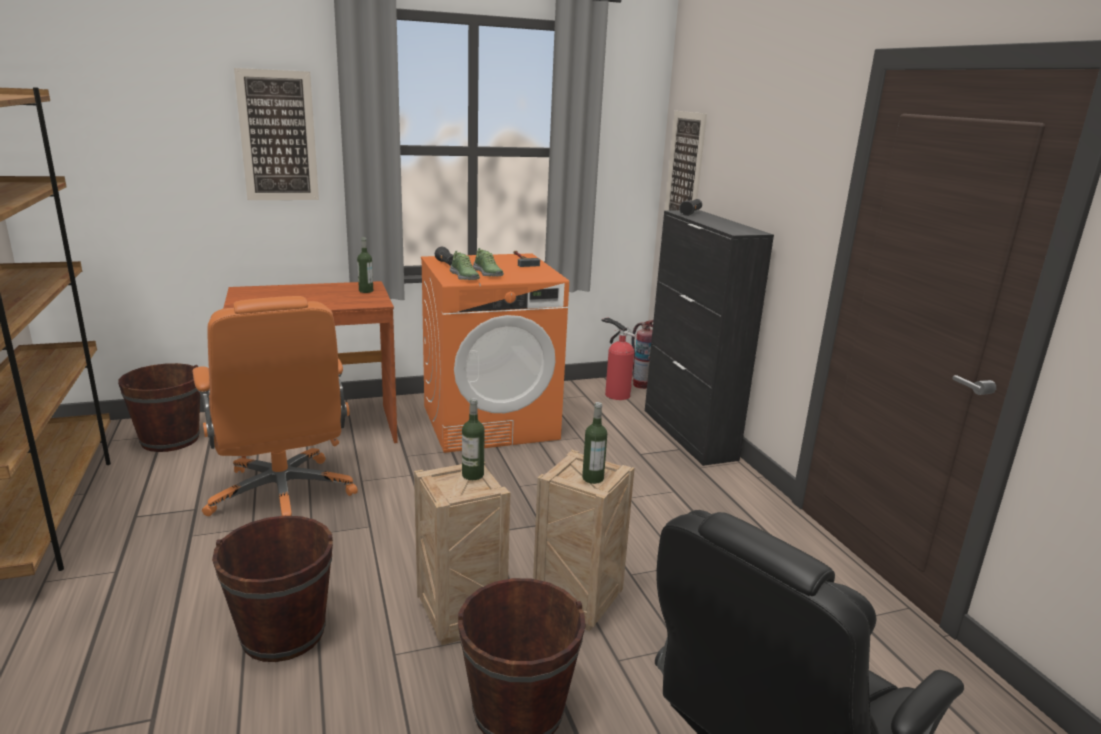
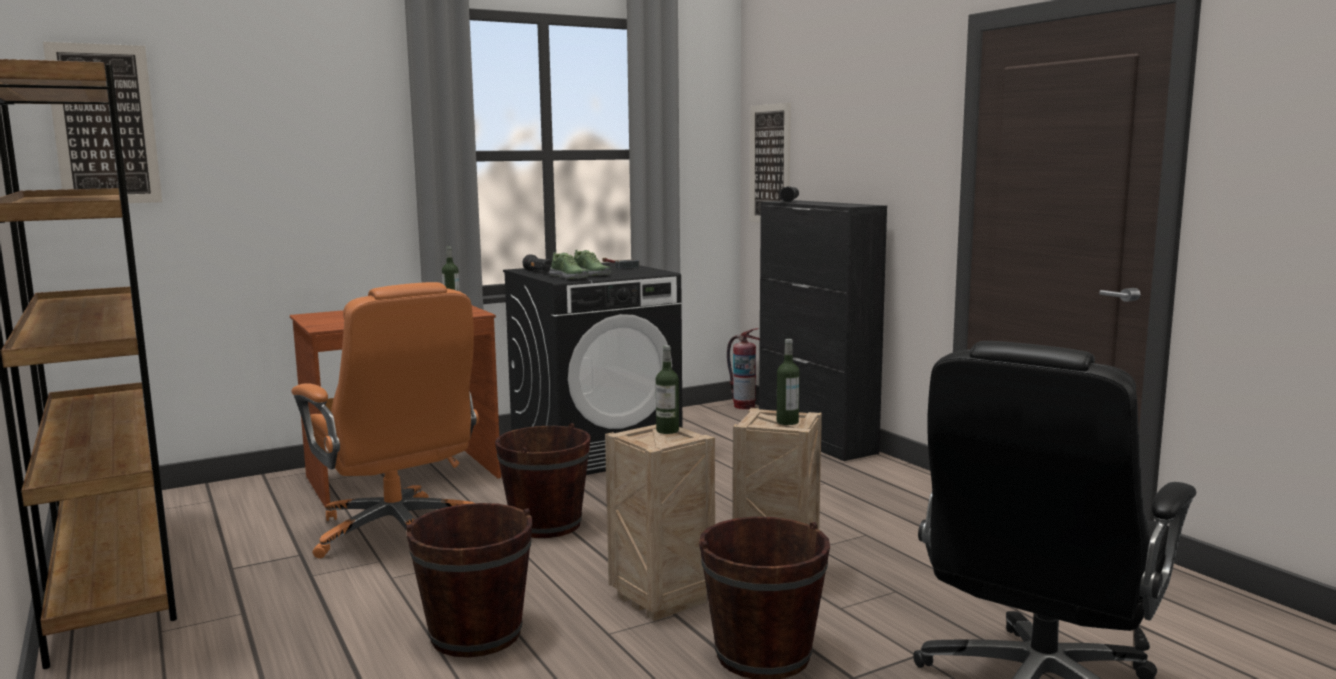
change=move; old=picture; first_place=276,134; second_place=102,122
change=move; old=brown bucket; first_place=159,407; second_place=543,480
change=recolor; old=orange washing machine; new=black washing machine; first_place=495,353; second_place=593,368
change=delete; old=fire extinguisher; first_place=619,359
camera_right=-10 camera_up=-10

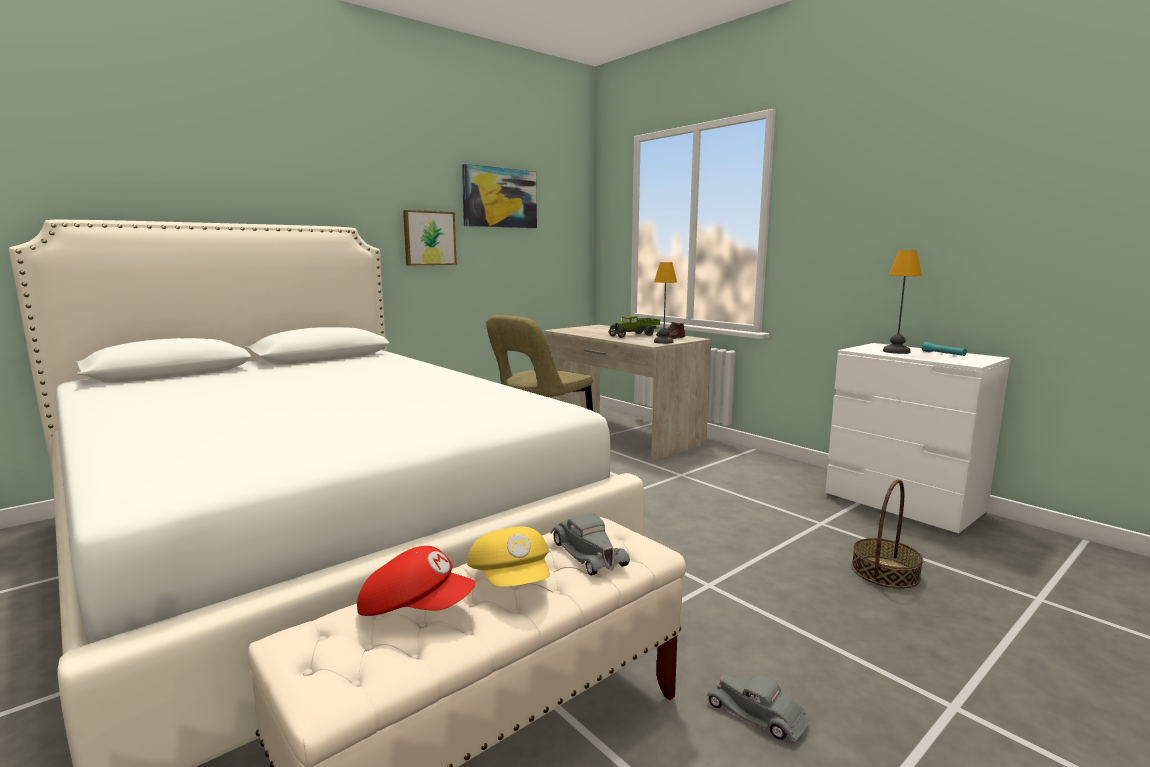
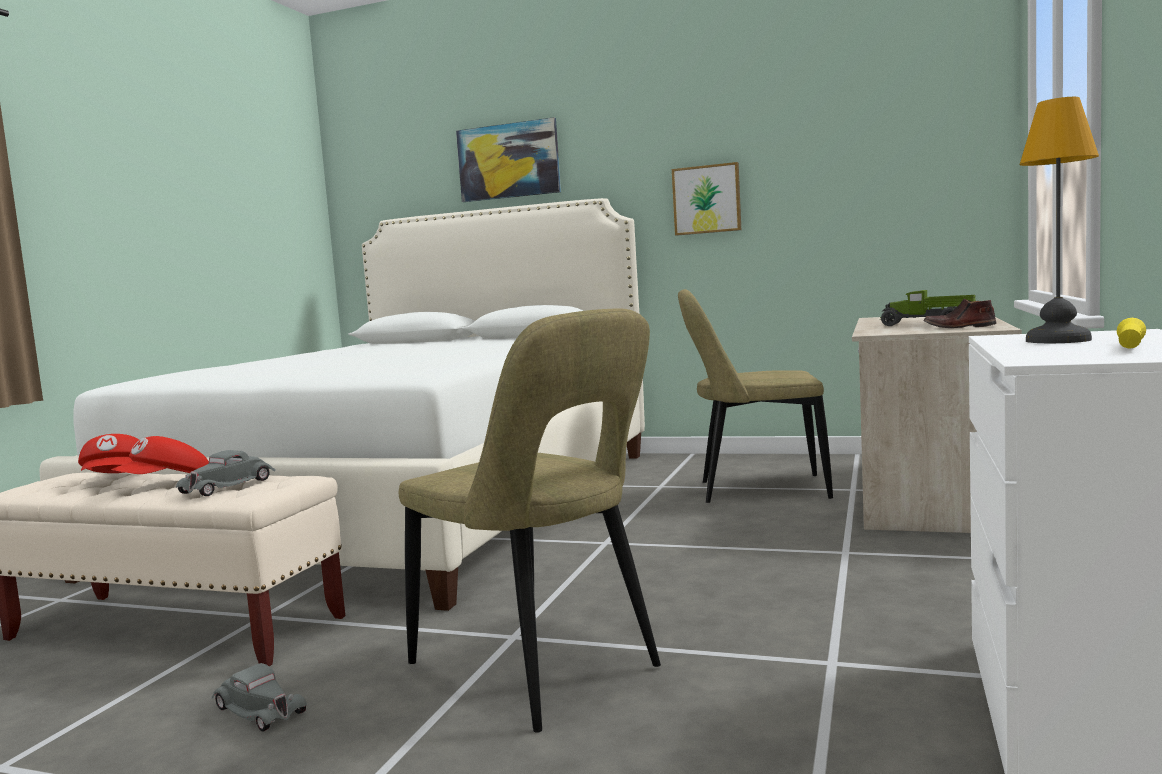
change=recolor; old=yellow cap; new=red cap; first_place=508,556; second_place=160,455
change=rotate; old=grey toy car; first_place=758,707; second_place=259,697; degrees=120
change=insert; new=beige chair; second_place=530,520
change=move; old=picture; first_place=499,196; second_place=508,159
change=recolor; old=turquoise flashlight; new=yellow flashlight; first_place=944,349; second_place=1131,333
change=delete; old=table lamp; first_place=665,303
change=delete; old=basket; first_place=887,534
camera_right=60 camera_up=-5

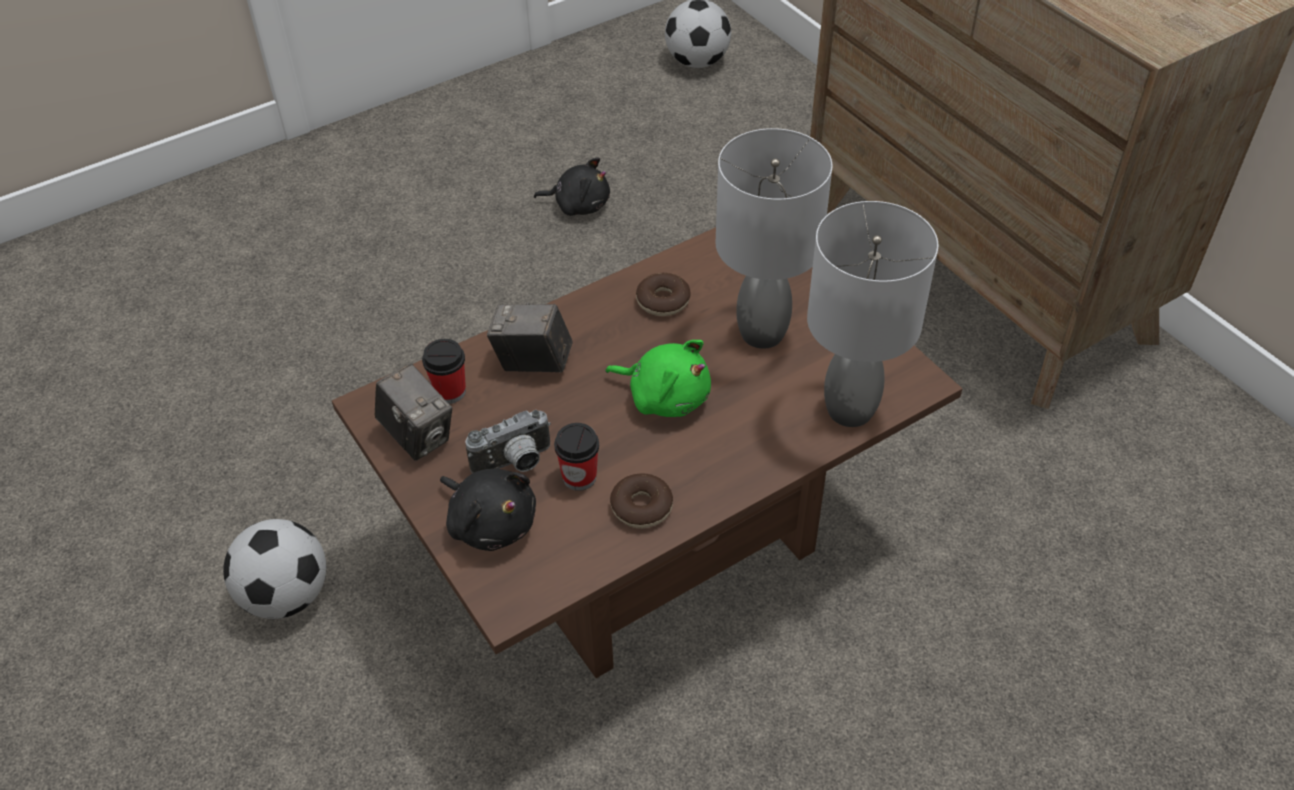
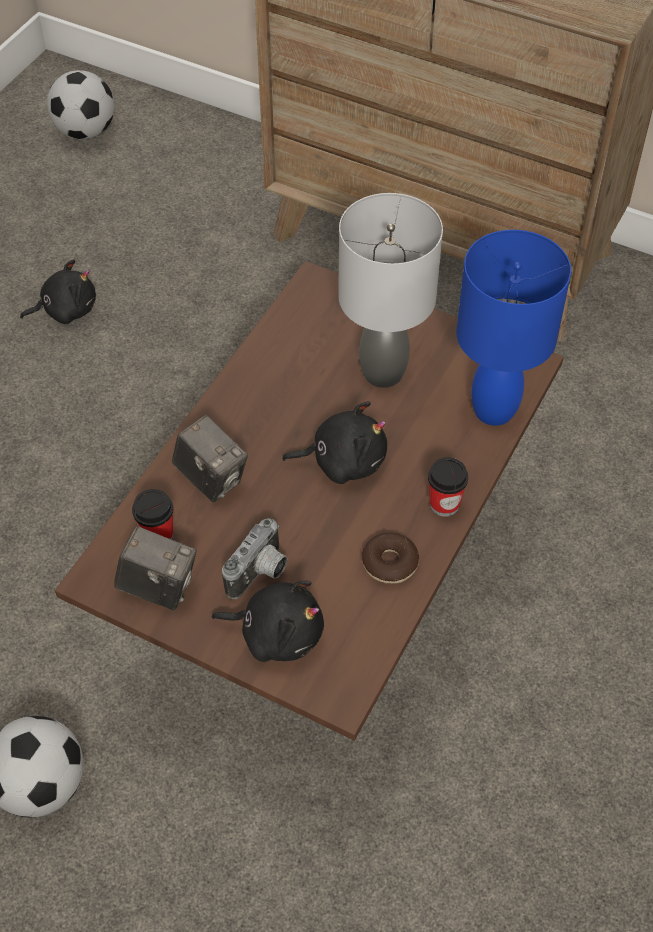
change=rotate; old=photo camera; first_place=530,337; second_place=210,458; degrees=-120
change=recolor; old=green plush toy; new=black plush toy; first_place=658,378; second_place=334,442
change=move; old=cup; first_place=576,457; second_place=448,487
change=recolor; old=grey table lamp; new=blue table lamp; first_place=872,314; second_place=513,328
change=delete; old=donut; first_place=663,294
camera_right=-30 camera_up=5

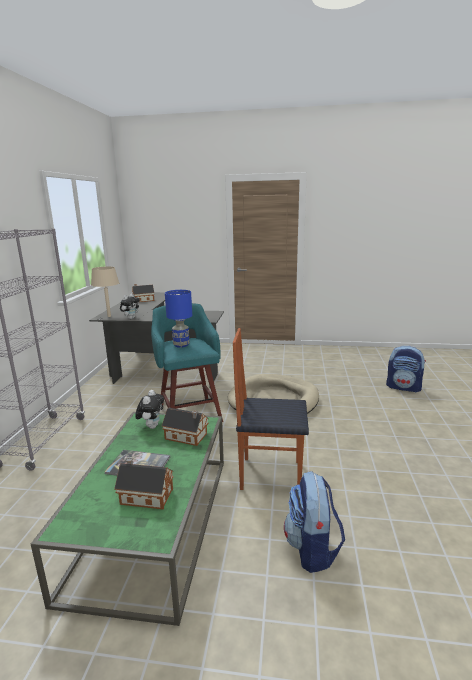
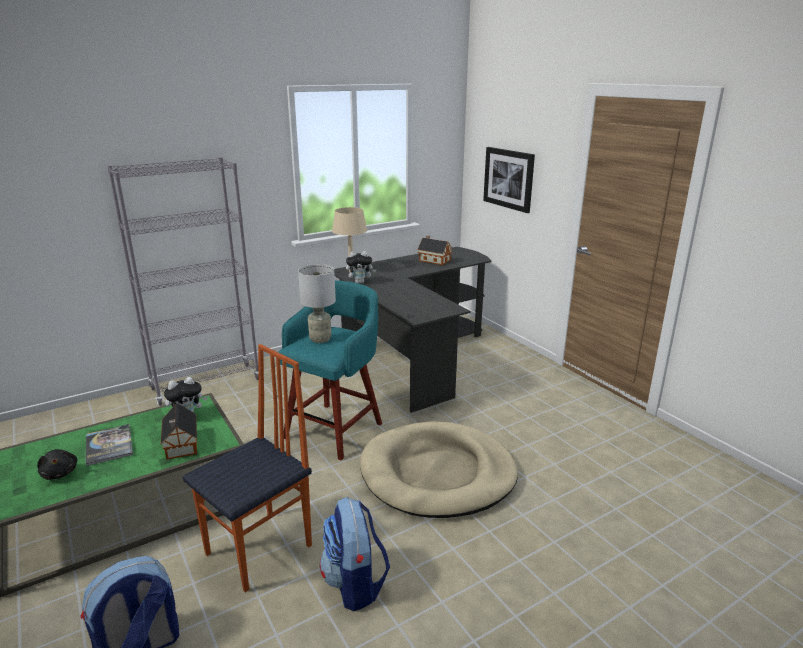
change=replace; old=toy house; new=black plush toy; first_place=144,484; second_place=57,464
change=rotate; old=chair; first_place=271,409; second_place=247,468; degrees=75
change=recolor; old=blue table lamp; new=grey table lamp; first_place=178,319; second_place=317,303
change=move; old=backpack; first_place=406,369; second_place=355,554
change=insert; new=picture; second_place=509,180
camera_right=50 camera_up=5

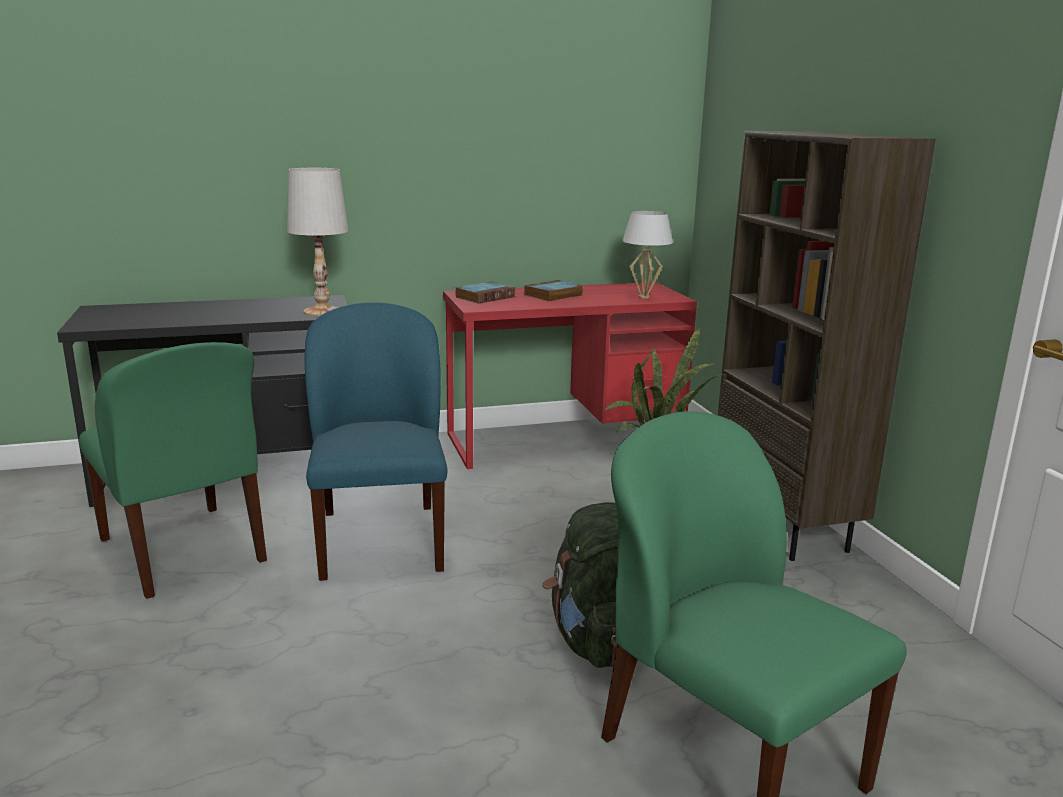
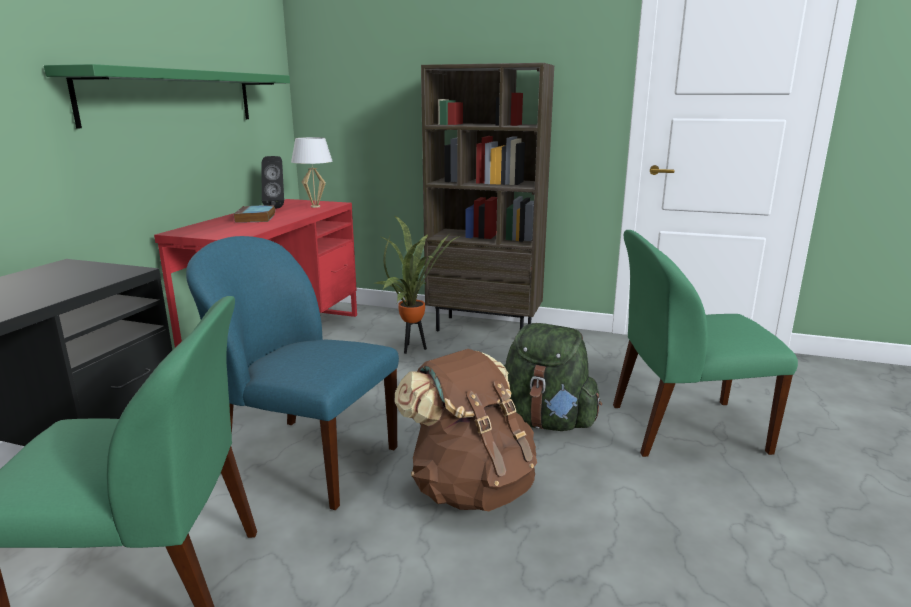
change=insert; new=green shelf; second_place=167,96
change=insert; new=black speaker; second_place=273,182
change=insert; new=brown backpack; second_place=465,430
change=delete; old=white table lamp; first_place=317,242
change=delete; old=book; first_place=485,292
camera_right=-55 camera_up=0

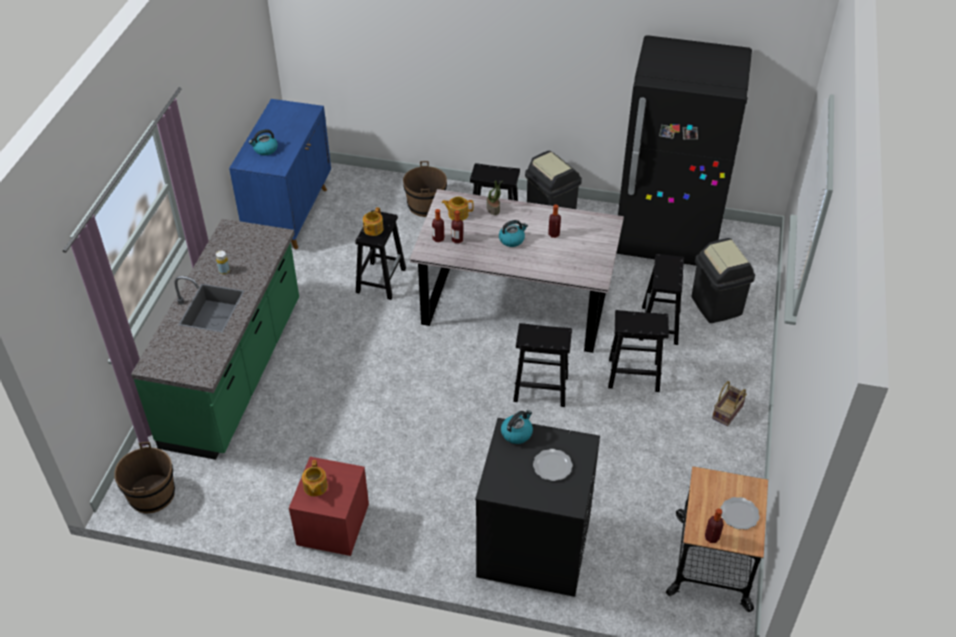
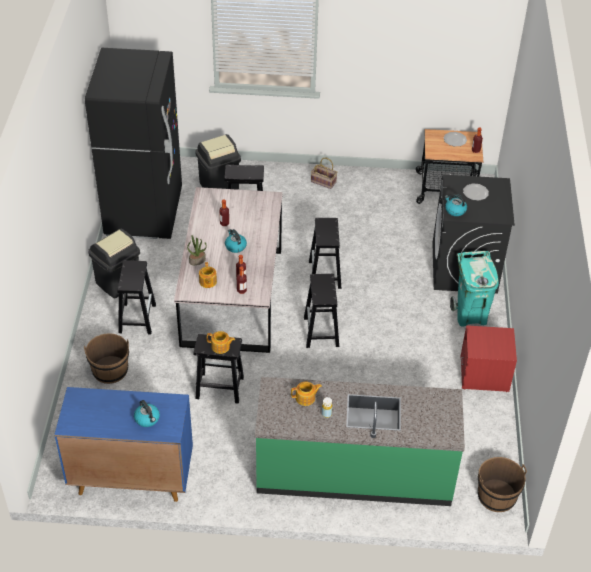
change=move; old=teapot; first_place=315,478; second_place=306,394
change=move; old=black stool; first_place=638,351; second_place=321,311
change=insert; new=turquoise trash can; second_place=474,288
camera_right=-100 camera_up=0

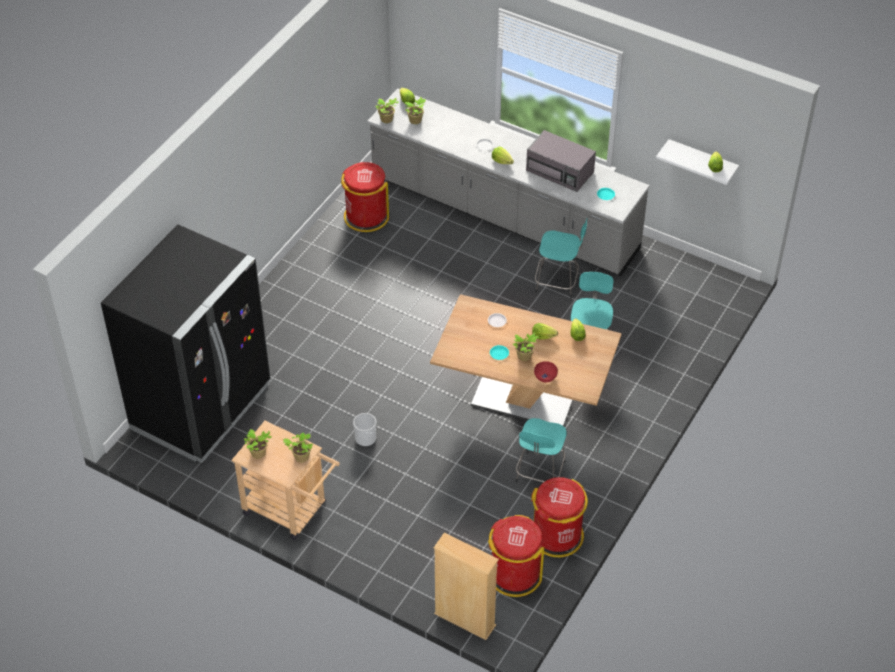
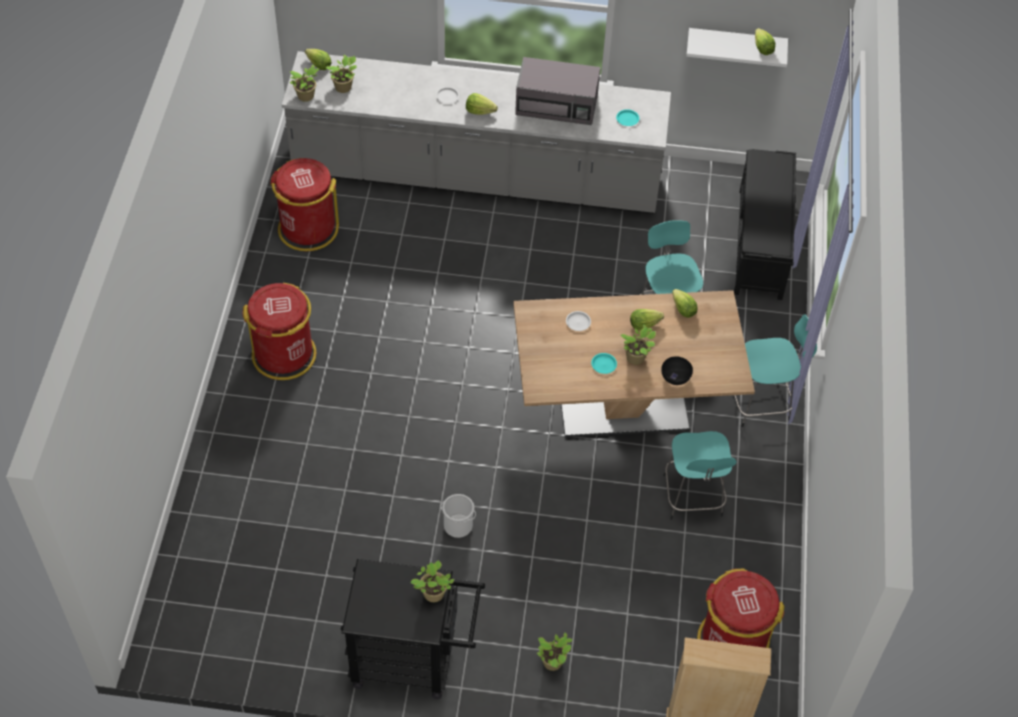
change=move; old=red trash can; first_place=559,517; second_place=279,331
change=recolor; old=beige cart; new=black cart; first_place=285,480; second_place=413,629
change=move; old=potted plant; first_place=258,444; second_place=555,652
change=recolor; old=red bowl; new=black bowl; first_place=546,371; second_place=677,371
change=insert; new=black bench; second_place=765,224
change=move; old=turquoise stool; first_place=561,258; second_place=775,370
change=delete; old=black fridge; first_place=186,344
camera_right=-25 camera_up=5

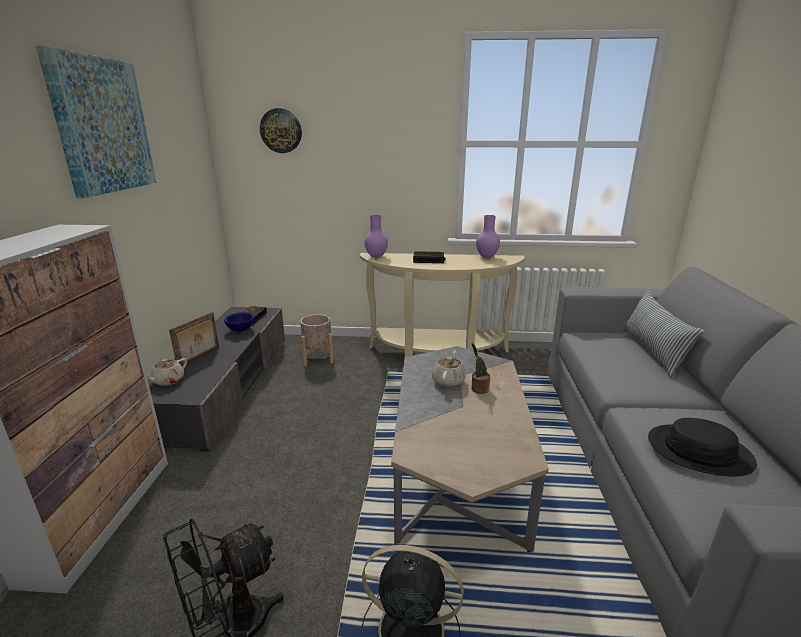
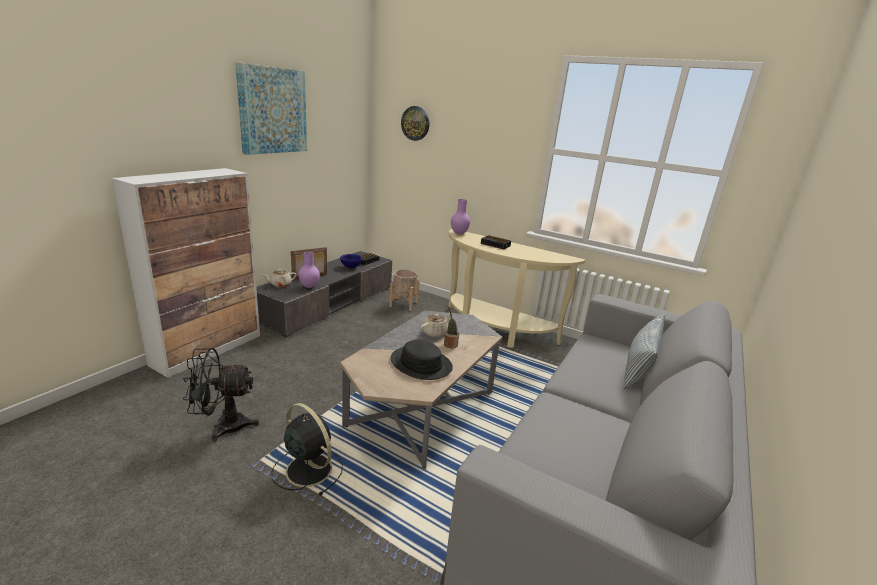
change=move; old=purple vase; first_place=488,236; second_place=309,270
change=move; old=black hat; first_place=702,447; second_place=421,360
camera_right=25 camera_up=0

